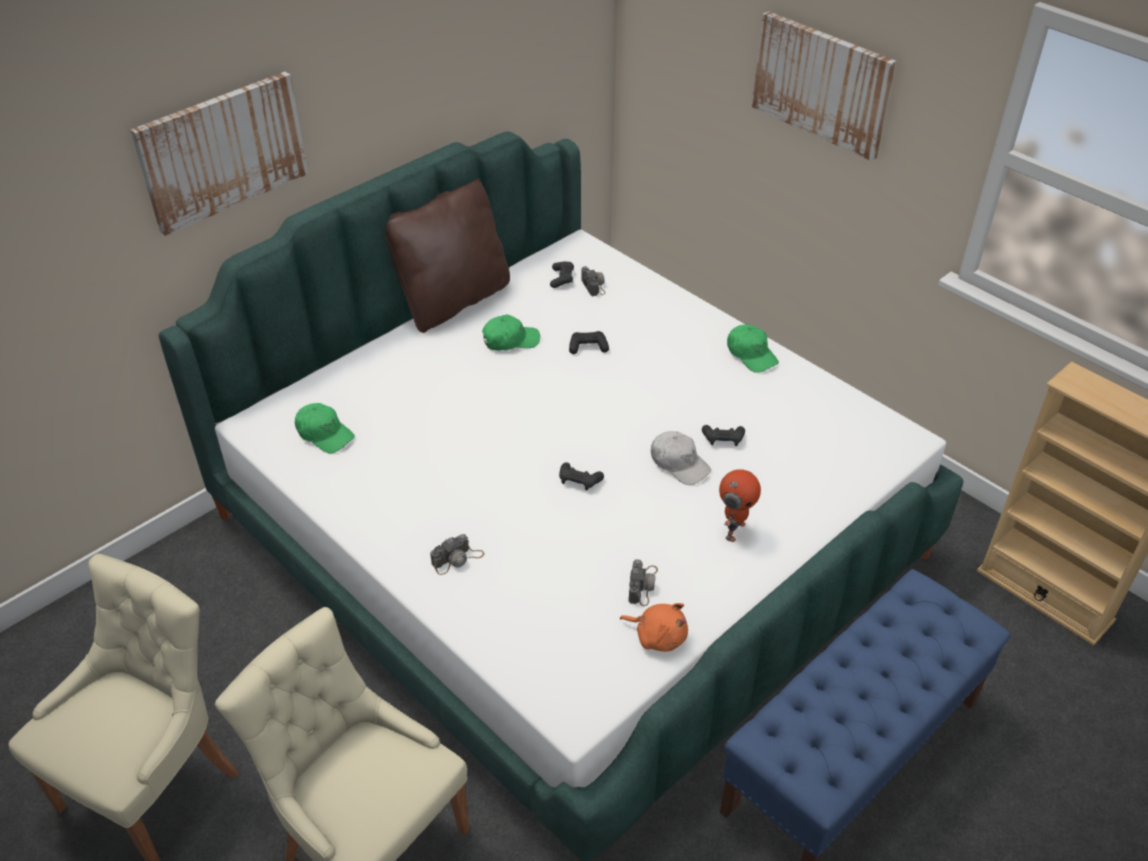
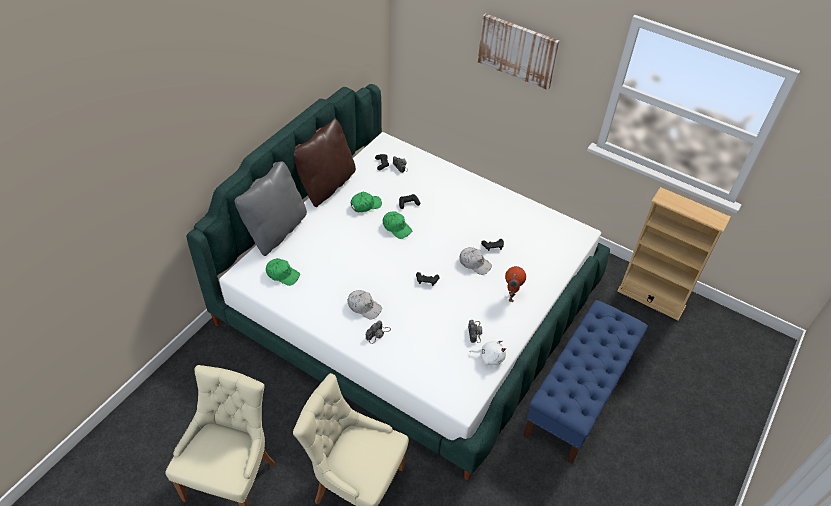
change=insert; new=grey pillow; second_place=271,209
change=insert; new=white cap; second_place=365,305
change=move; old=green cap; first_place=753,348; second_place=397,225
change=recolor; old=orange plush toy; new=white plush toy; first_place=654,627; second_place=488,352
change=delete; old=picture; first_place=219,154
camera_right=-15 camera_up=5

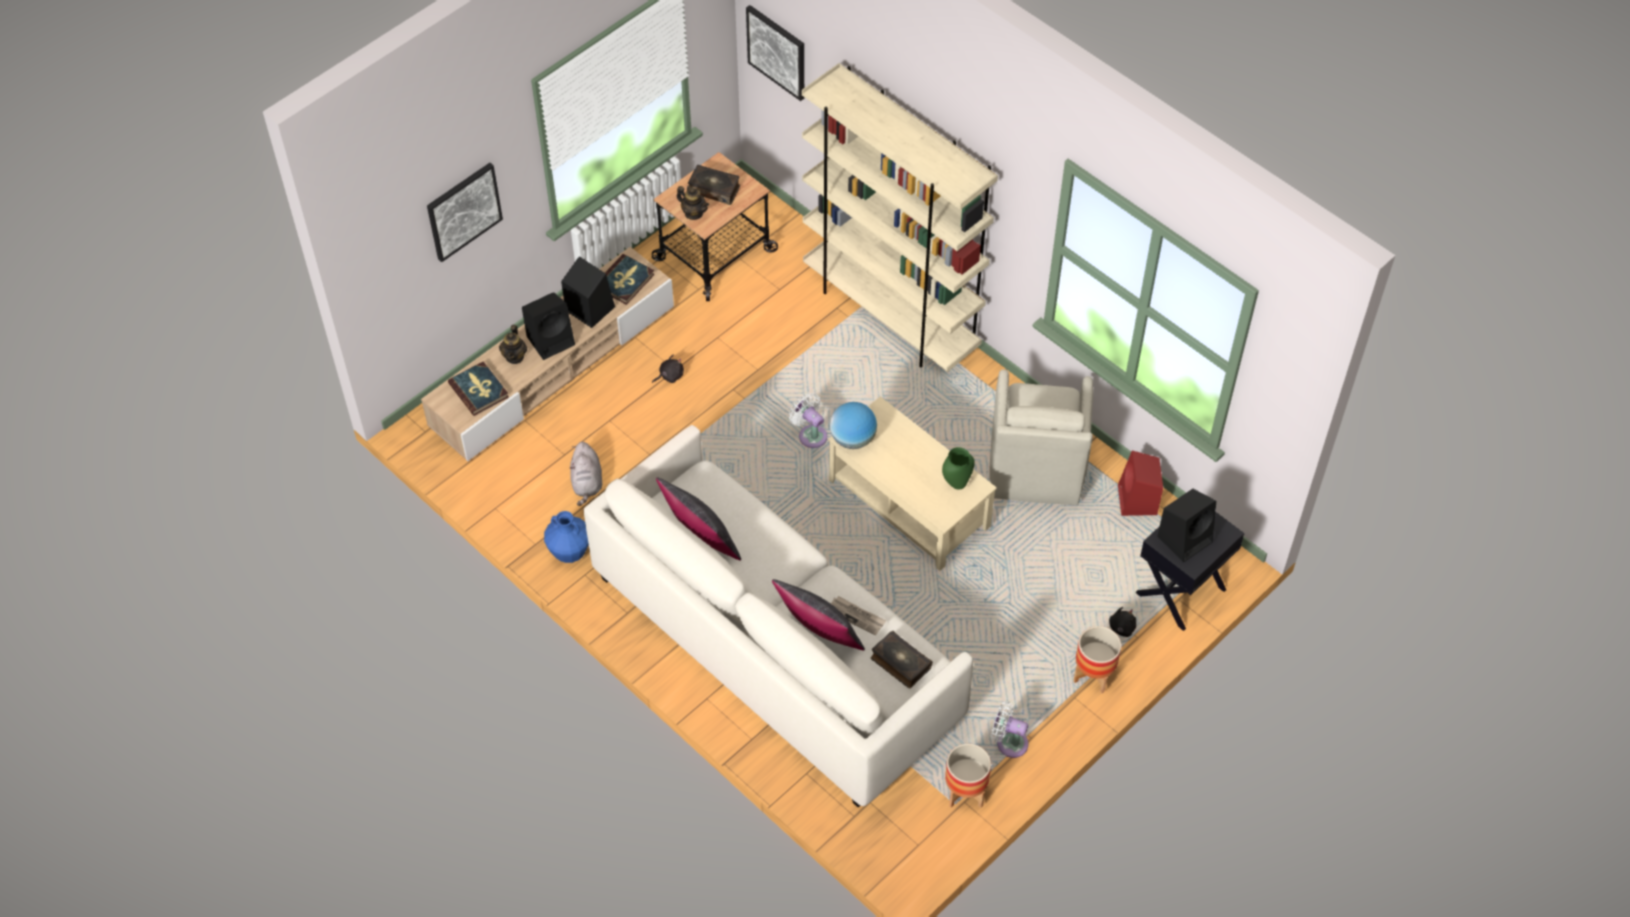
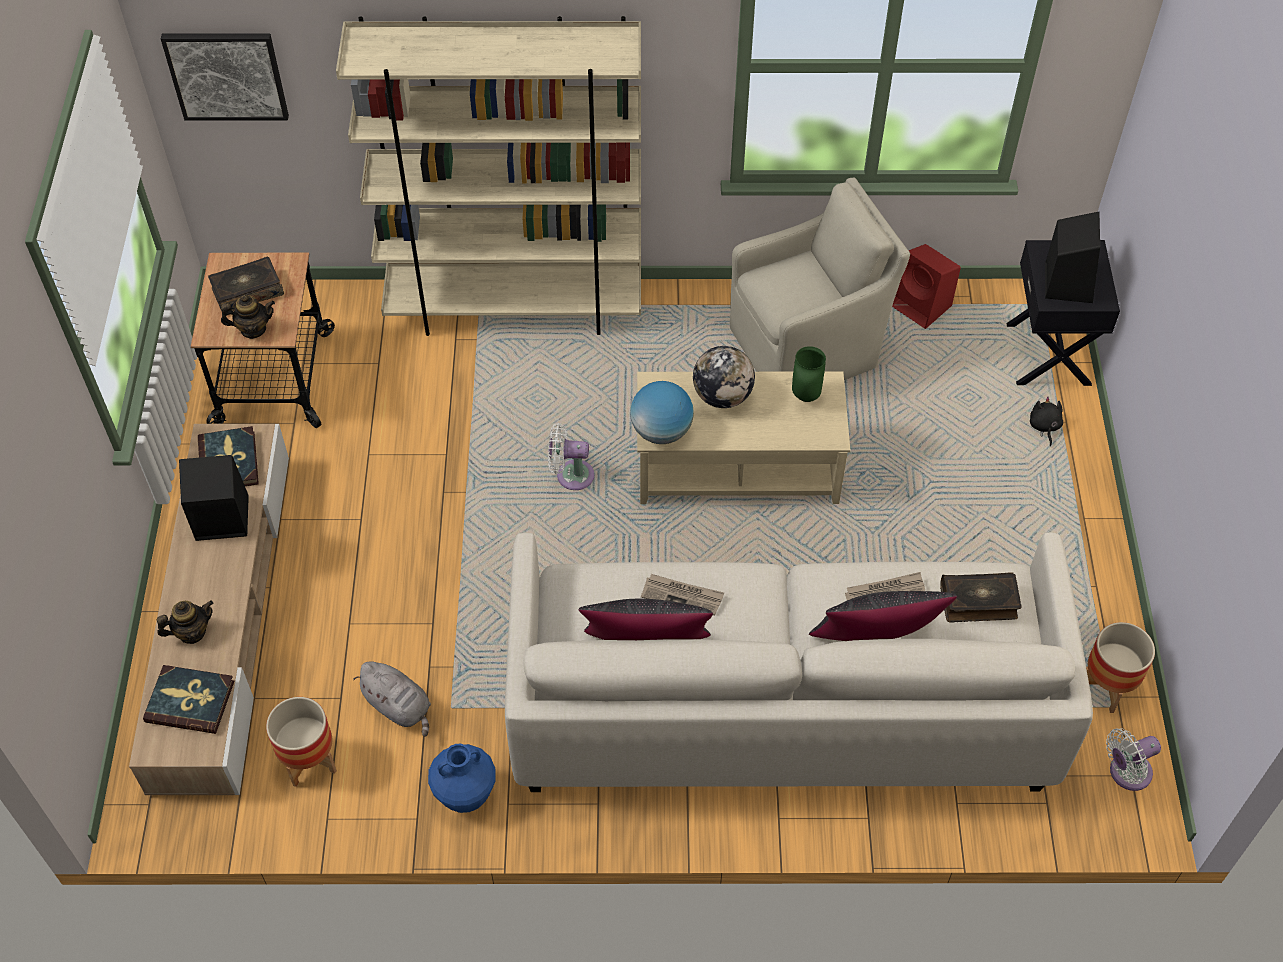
change=rotate; old=teapot; first_place=513,344; second_place=185,622; degrees=-75
change=move; old=planter; first_place=1097,659; second_place=301,742
change=insert; new=newspaper; second_place=682,594
change=insert; new=globe; second_place=724,377
change=rotate; old=beige armchair; first_place=1041,437; second_place=820,279; degrees=-75
change=move; old=white fan; first_place=1010,729; second_place=1133,759
change=delete; old=picture; first_place=465,212
change=delete; old=black speaker; first_place=548,326
change=delete; old=black plush toy; first_place=668,369
camera_right=-45 camera_up=0

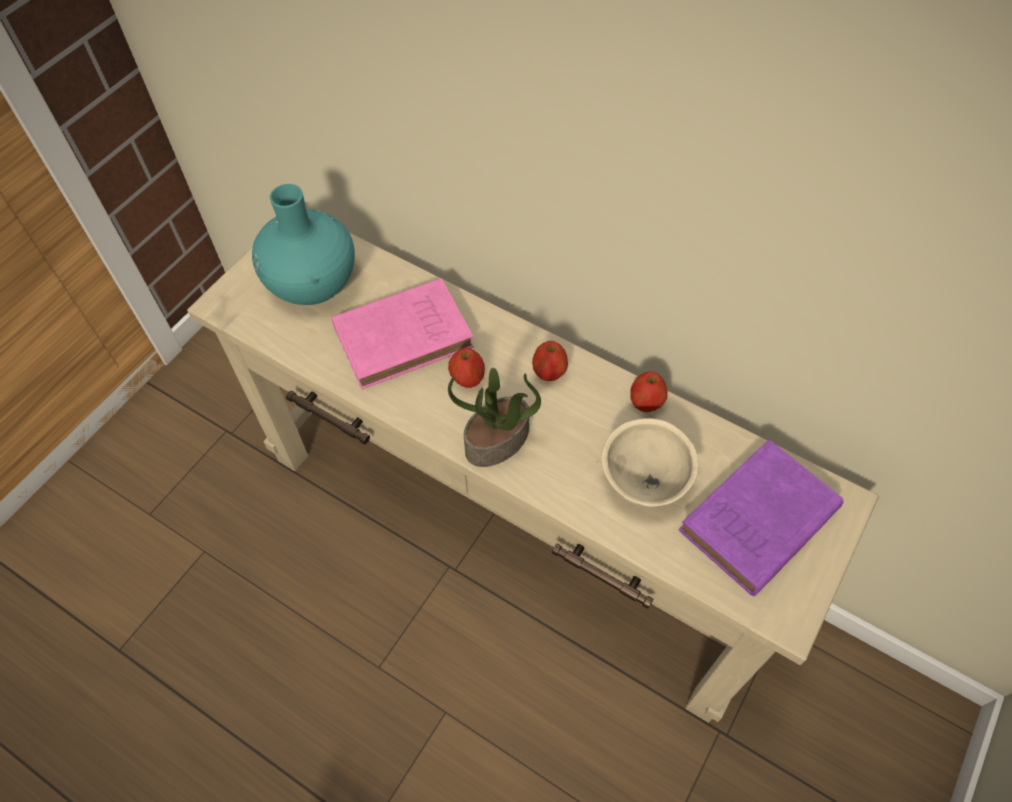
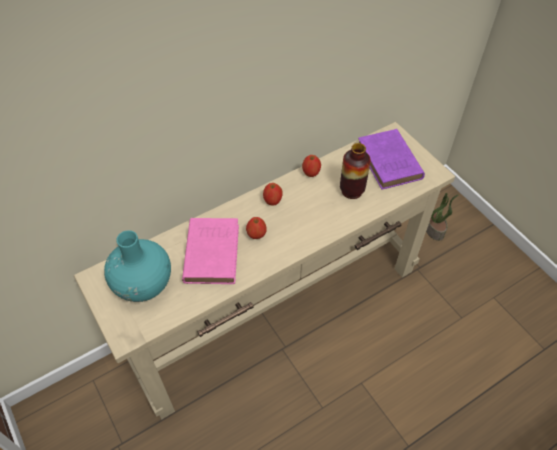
change=replace; old=beige bowl; new=vase; first_place=649,462; second_place=355,171
change=move; old=potted plant; first_place=494,417; second_place=442,217
camera_right=-65 camera_up=-5

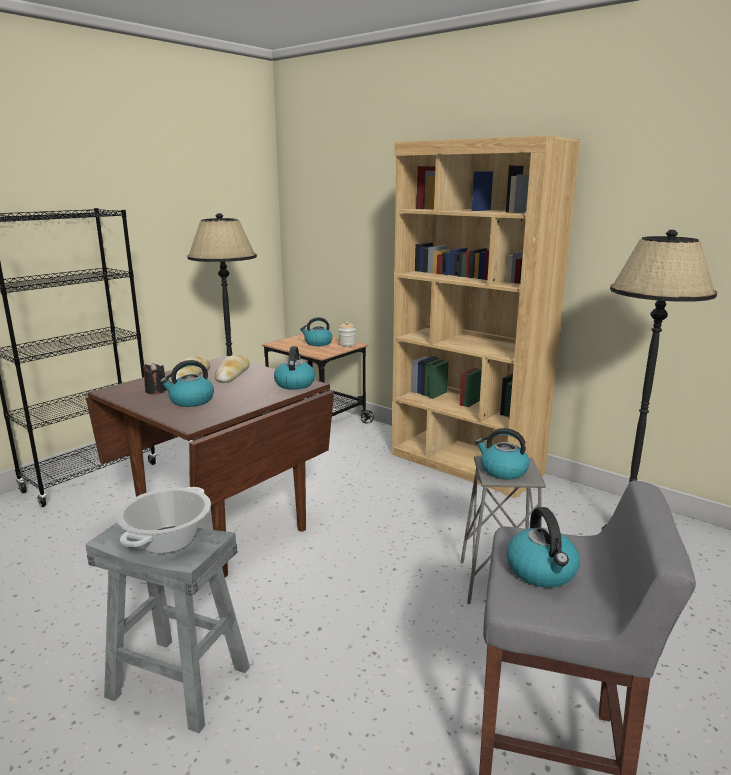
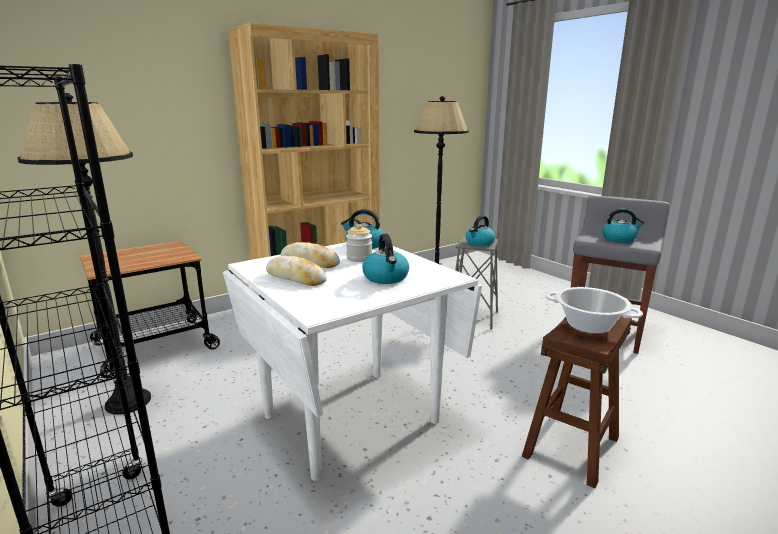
change=recolor; old=brown dining table; new=white dining table; first_place=210,466; second_place=352,361
change=move; old=jar; first_place=347,334; second_place=359,243
change=recolor; old=grey stool; new=brown stool; first_place=167,628; second_place=577,402
change=delete; old=black candle; first_place=155,378
change=delete; old=kettle; first_place=316,331
camera_right=-75 camera_up=0

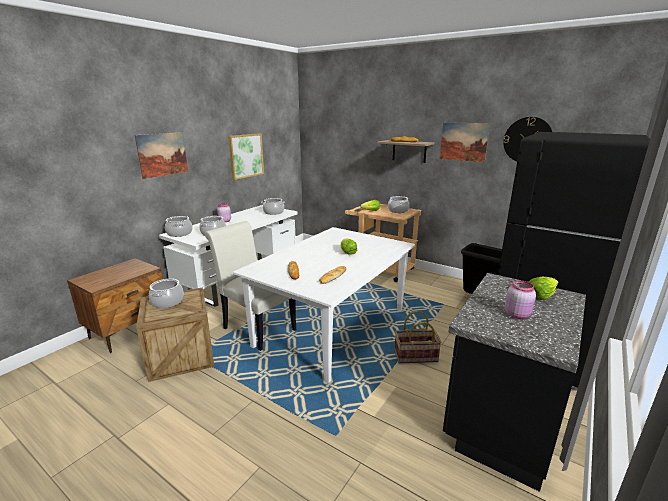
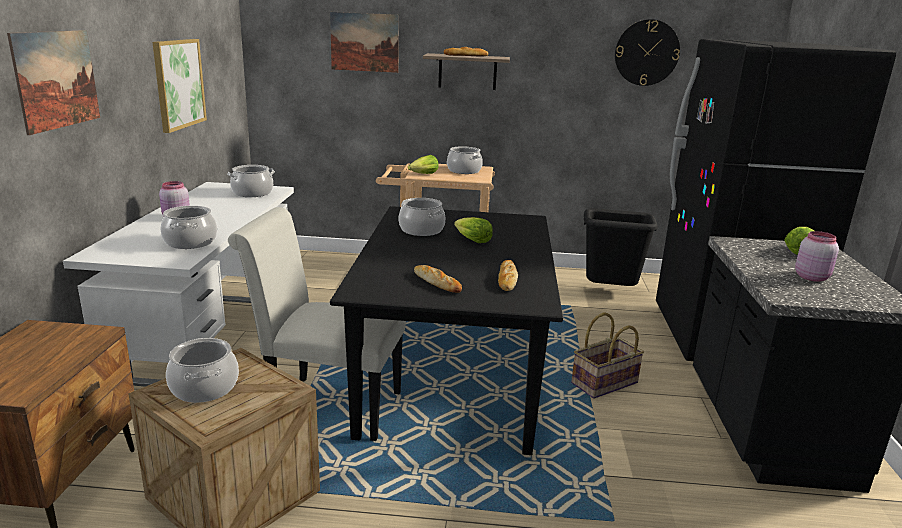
change=move; old=picture; first_place=465,142; second_place=364,42
change=recolor; old=white dining table; new=black dining table; first_place=324,305; second_place=446,330
change=move; old=cooking pot; first_place=178,226; second_place=422,217
camera_right=-30 camera_up=0

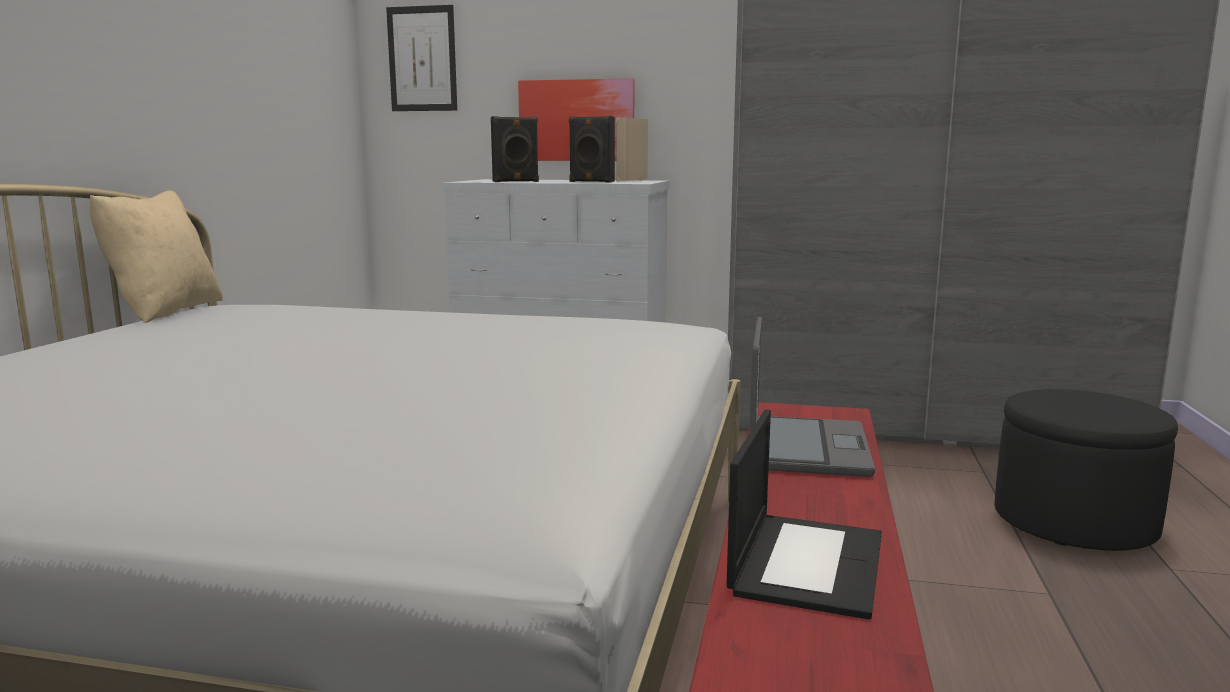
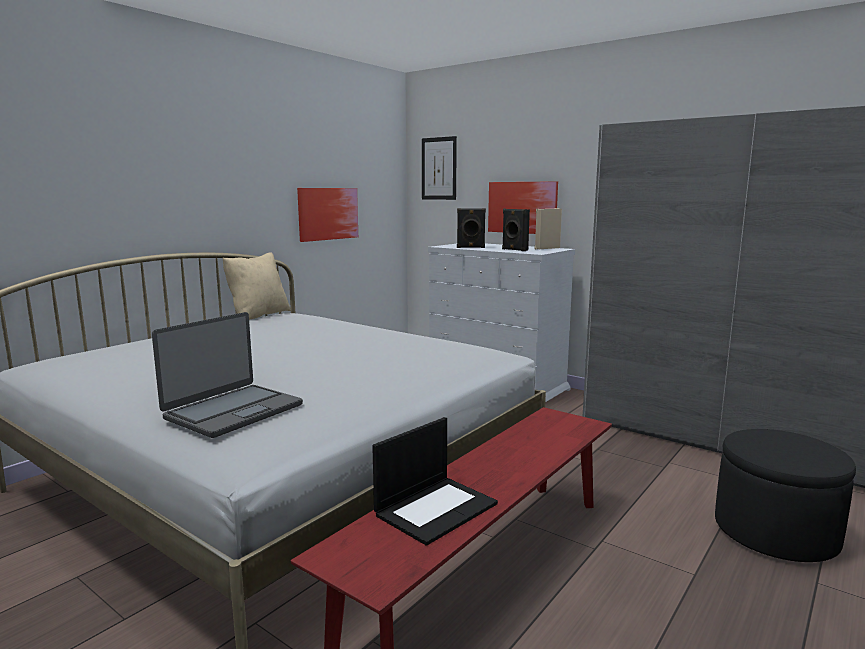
change=move; old=laptop; first_place=812,397; second_place=227,375
change=insert; new=picture; second_place=327,215
camera_right=25 camera_up=0

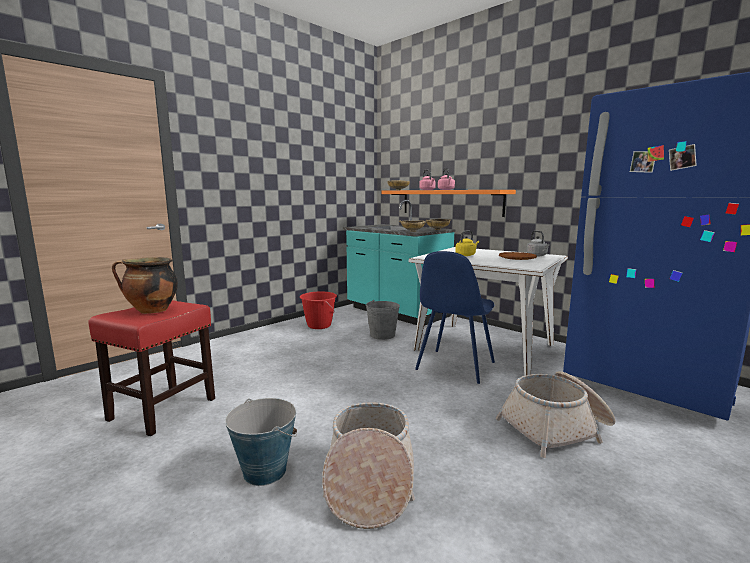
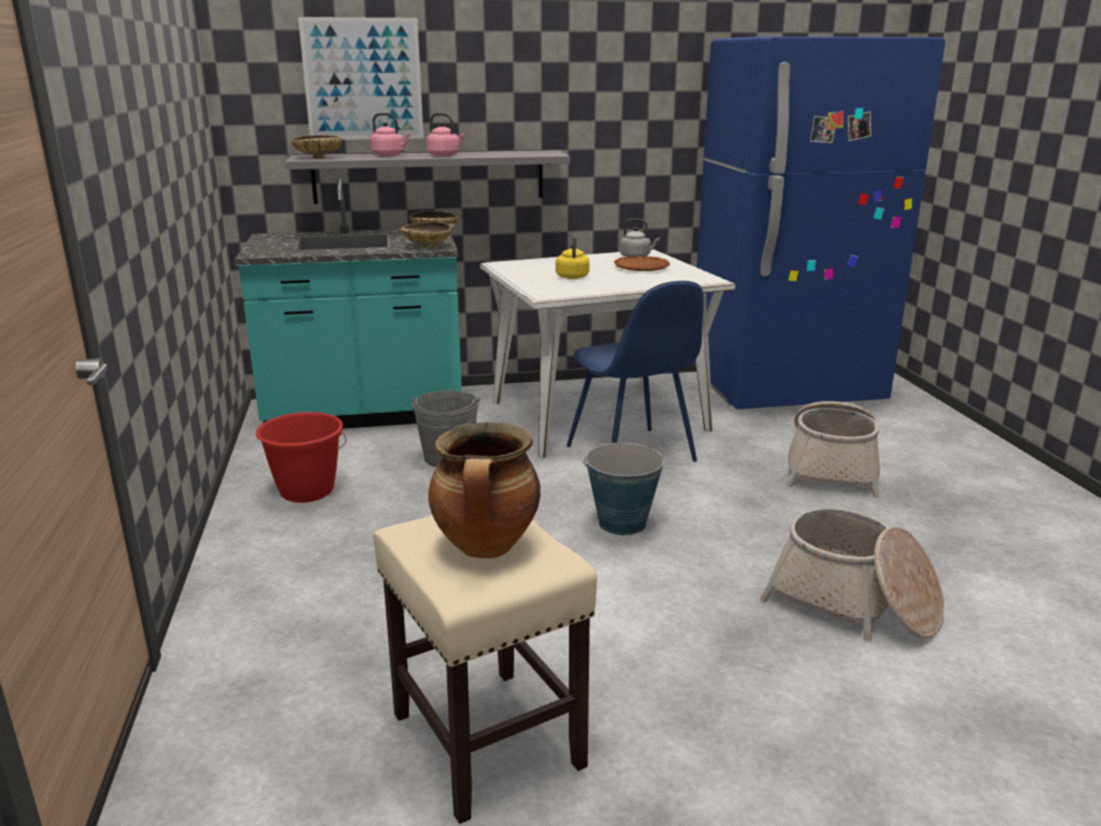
change=recolor; old=orange shelf; new=grey shelf; first_place=448,203; second_place=427,177
change=insert; new=picture; second_place=361,78
change=recolor; old=red stool; new=beige stool; first_place=151,368; second_place=485,669
change=move; old=bucket; first_place=261,442; second_place=624,489
camera_right=-55 camera_up=10

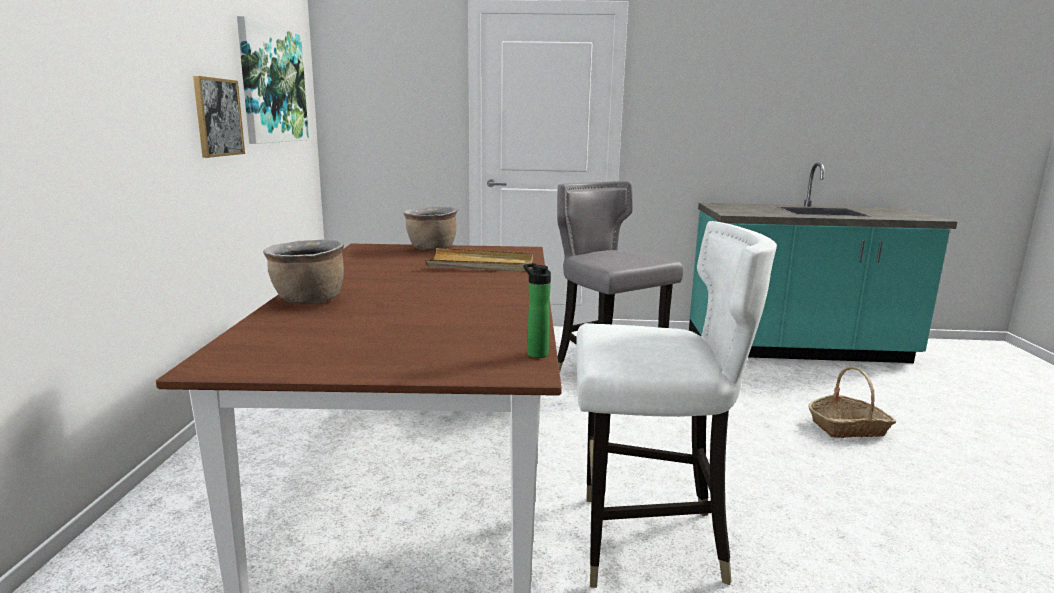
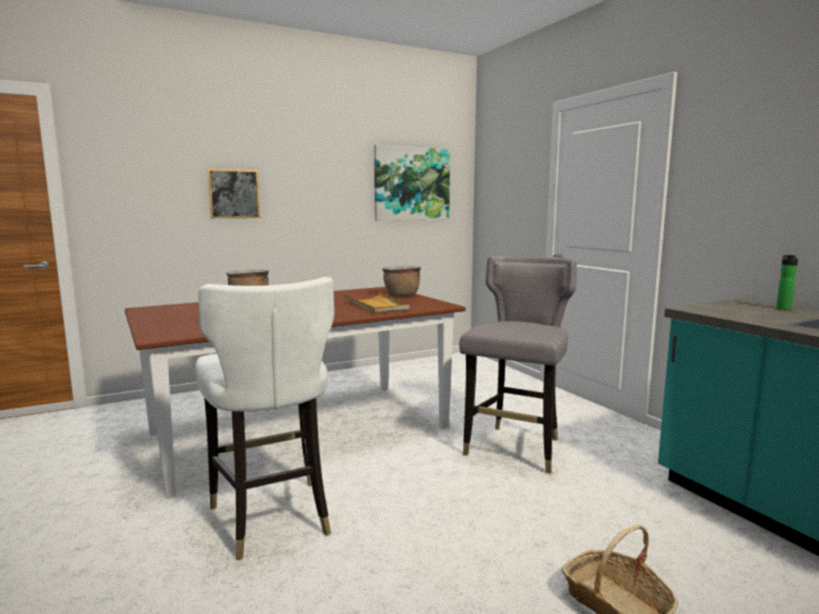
change=move; old=picture; first_place=219,117; second_place=234,193
change=move; old=bottle; first_place=537,310; second_place=787,282
camera_right=60 camera_up=-5

